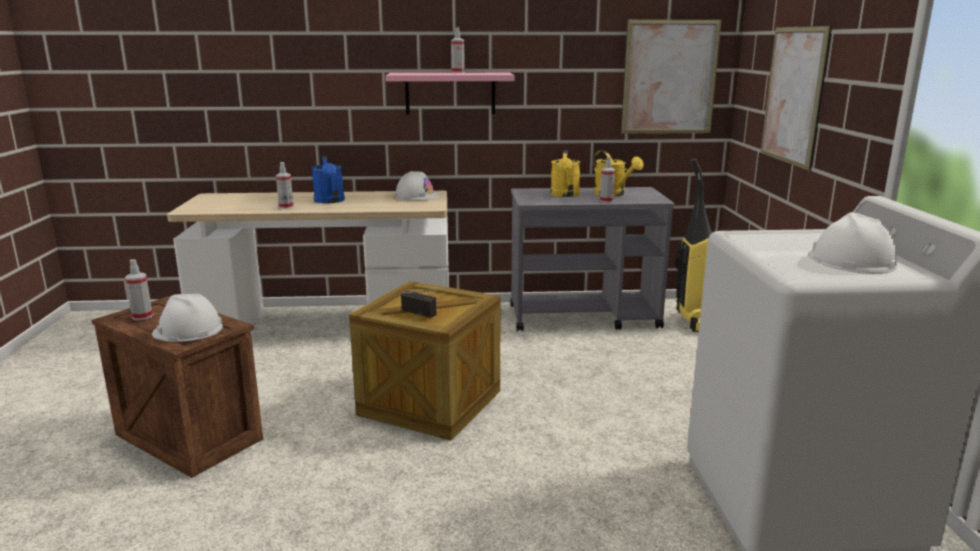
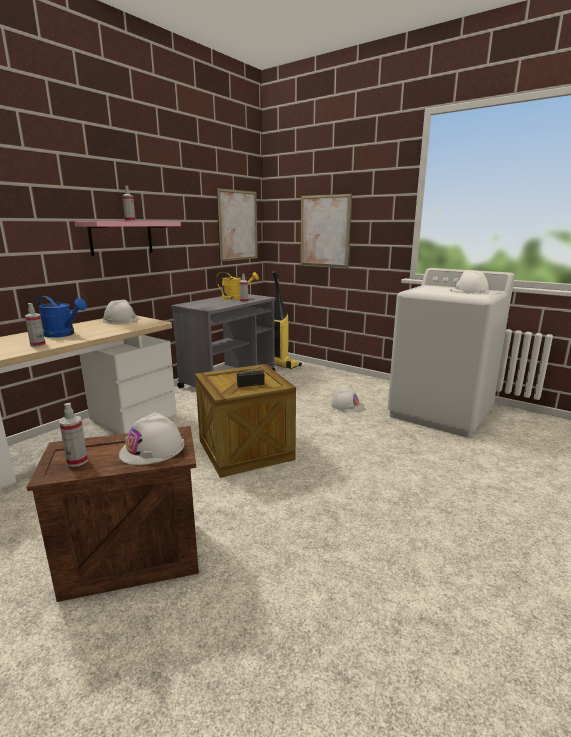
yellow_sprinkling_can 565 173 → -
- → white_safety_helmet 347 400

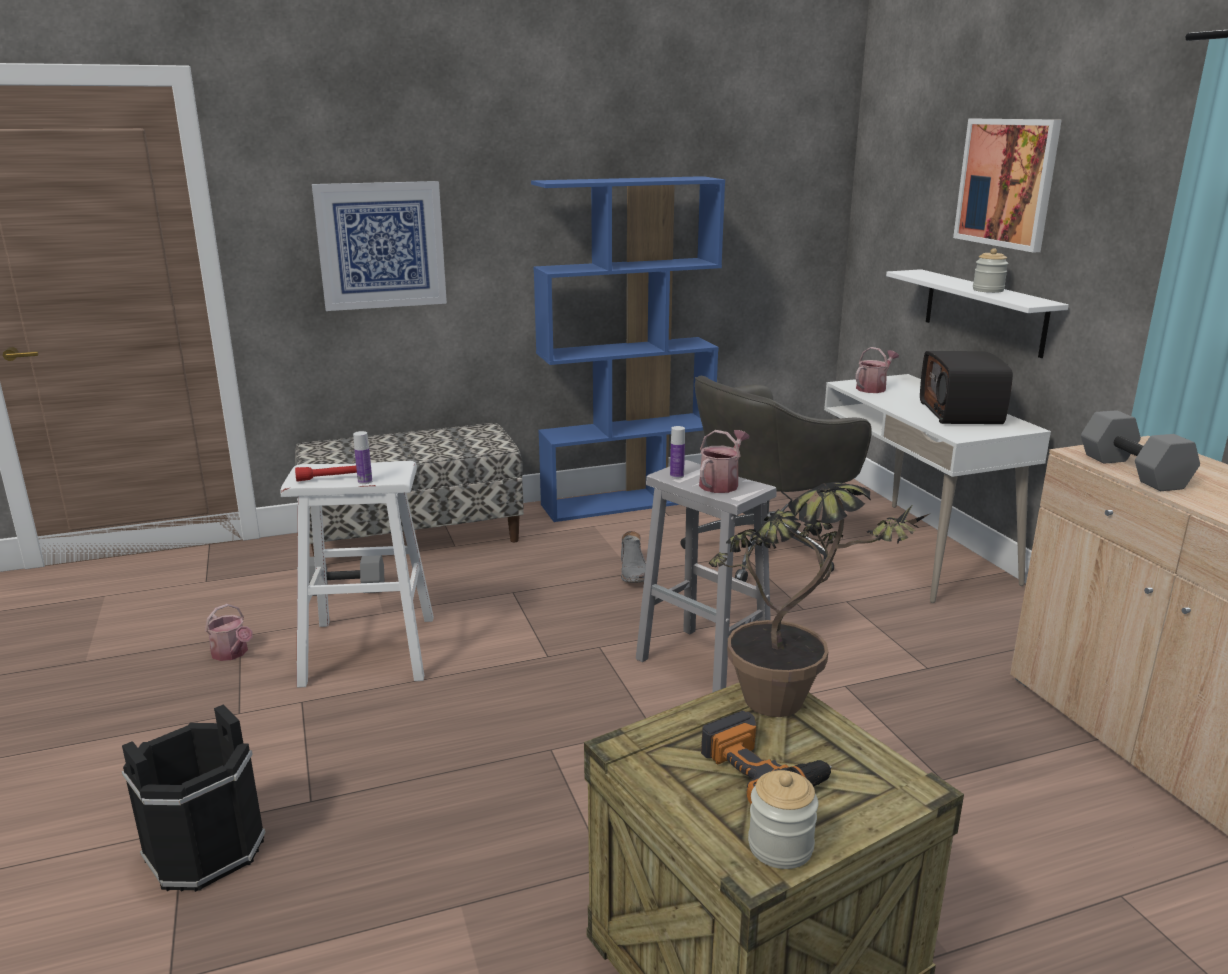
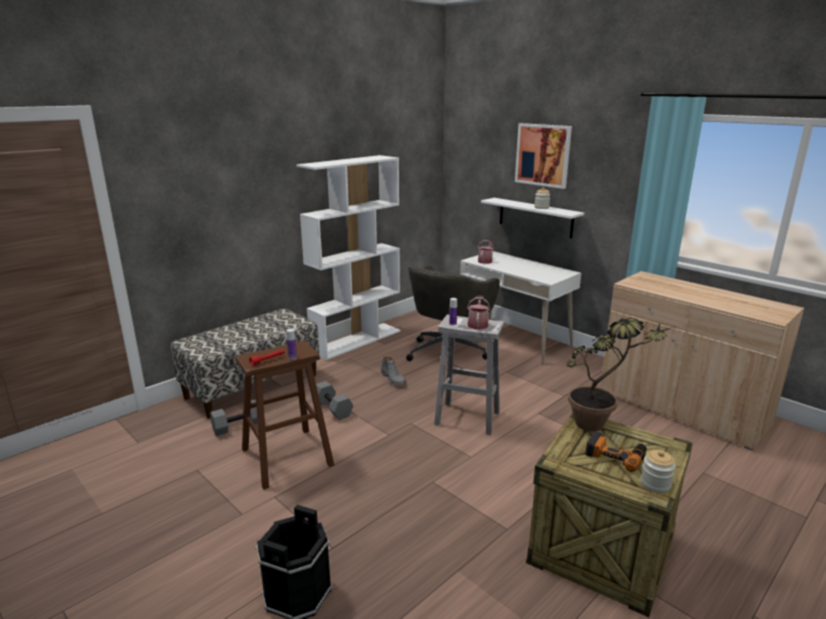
sprinkling_can 229 632 → -
white_stool_seat 357 574 → brown_stool_seat 284 415
wall_picture 379 246 → -
blue_bookcase 628 349 → white_bookcase 348 257
radio 966 387 → -
gray_dumbbell 1140 450 → gray_dumbbell 334 400, relocated

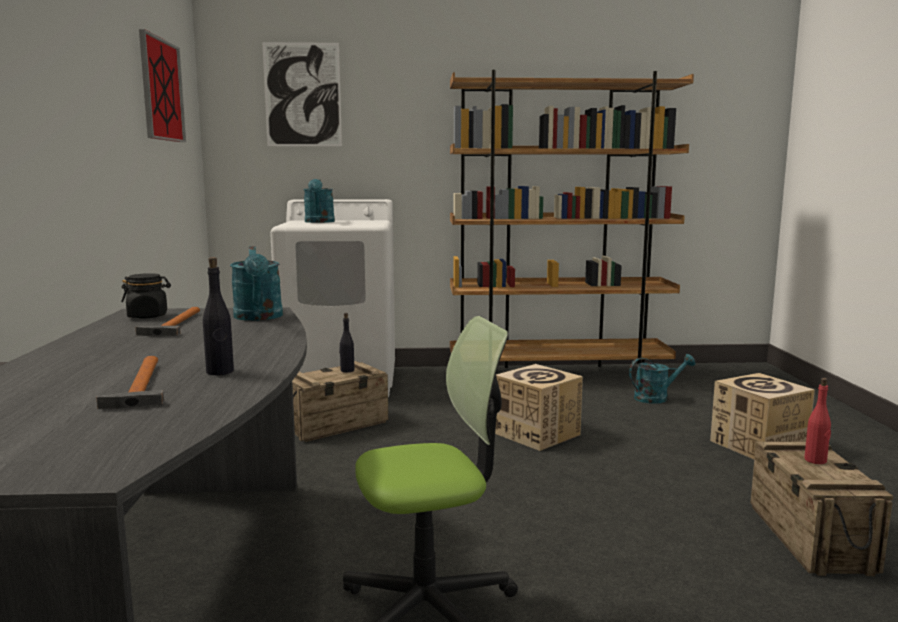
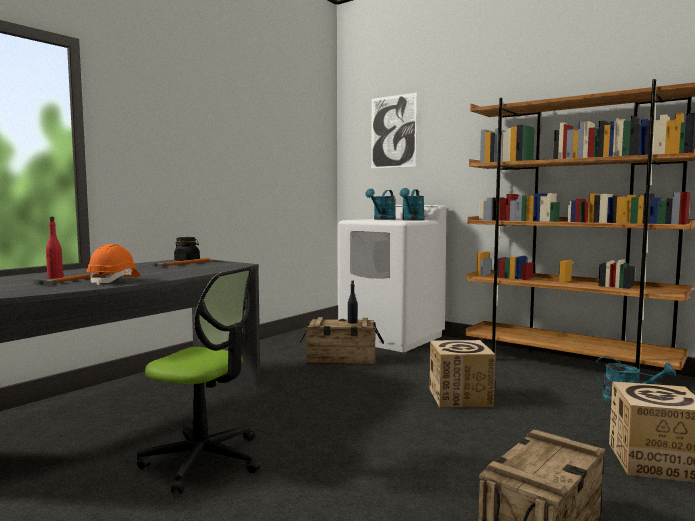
wall_picture 162 85 → -
black-coloured_bottle 218 316 → orangey_safety_helmet 113 264
turquoise_sprinkling_can 256 283 → turquoise_sprinkling_can 412 204, relocated
red_bottle 817 421 → red_bottle 54 247, relocated

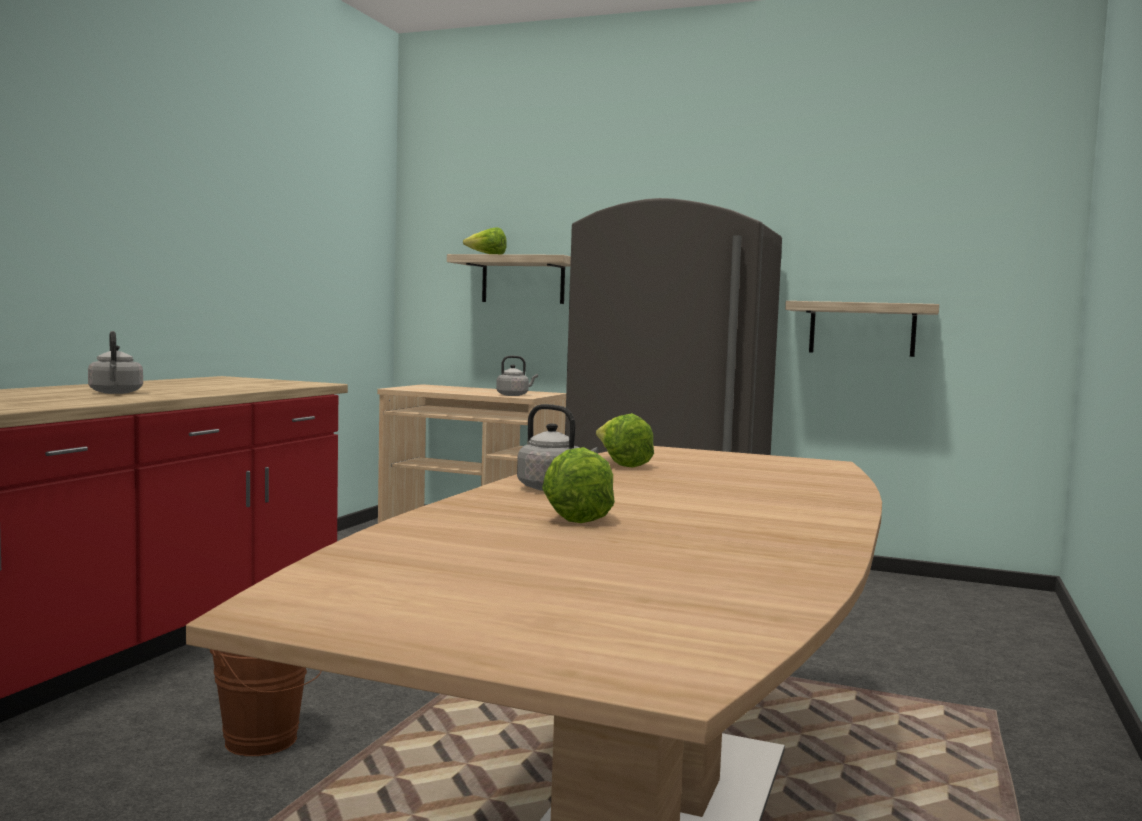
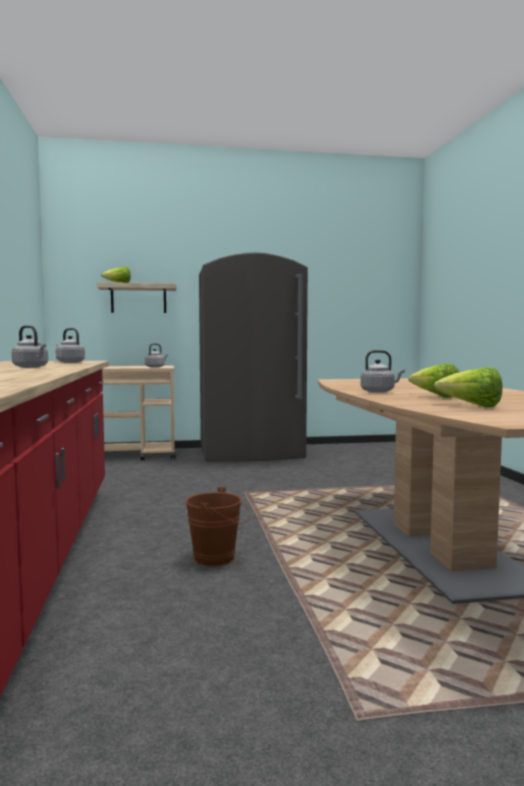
head_of_lettuce 625 440 → head_of_lettuce 468 387, relocated
wall_shelf 862 329 → -
- → gray_tea_kettle 70 345

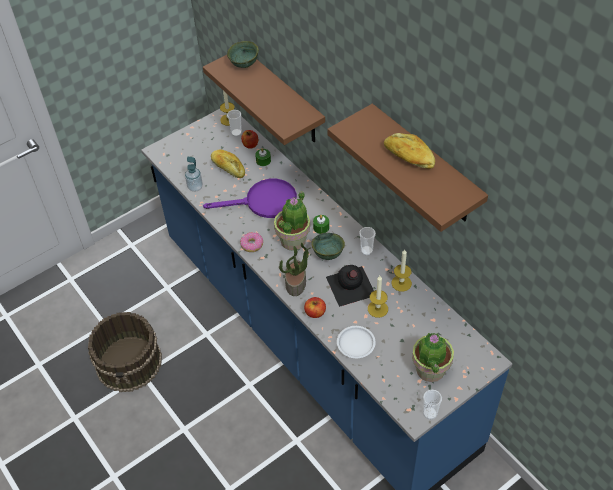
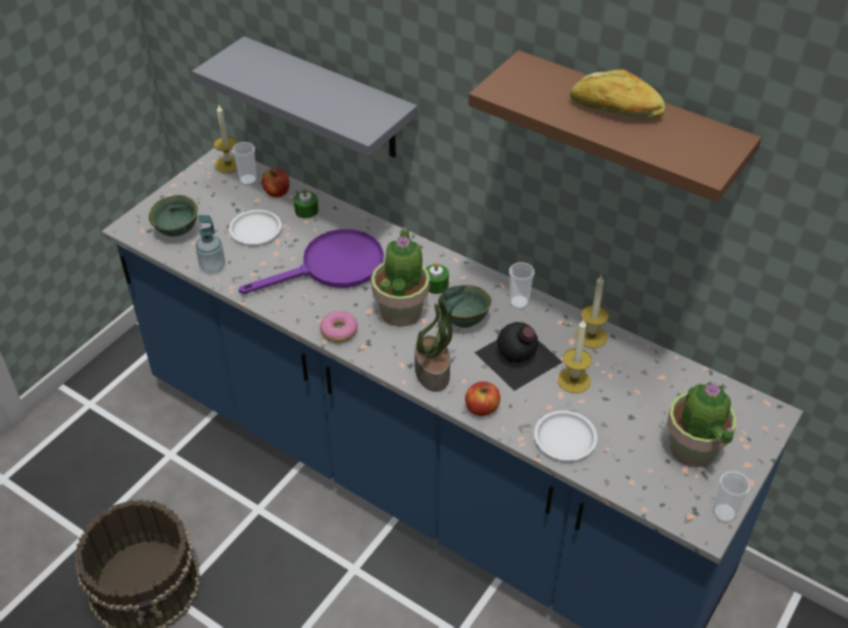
brown_wall_shelf 264 100 → gray_wall_shelf 304 97
bread 228 163 → white_plate 255 227
green_serving_bowl 243 54 → green_serving_bowl 173 215, relocated

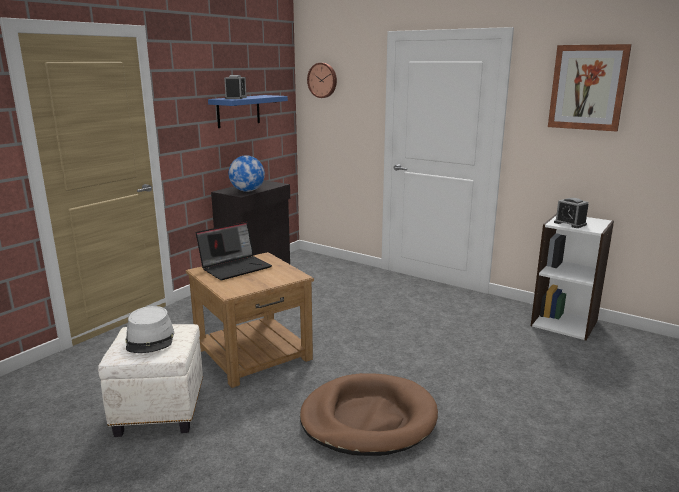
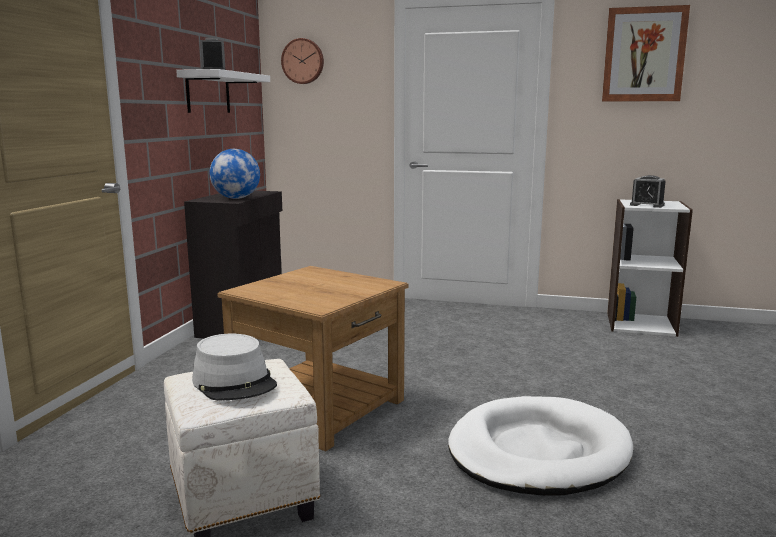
notebook_computer 234 251 → -
blue_wall_shelf 248 111 → white_wall_shelf 223 91
brown_dog_cushion 369 414 → white_dog_cushion 540 446

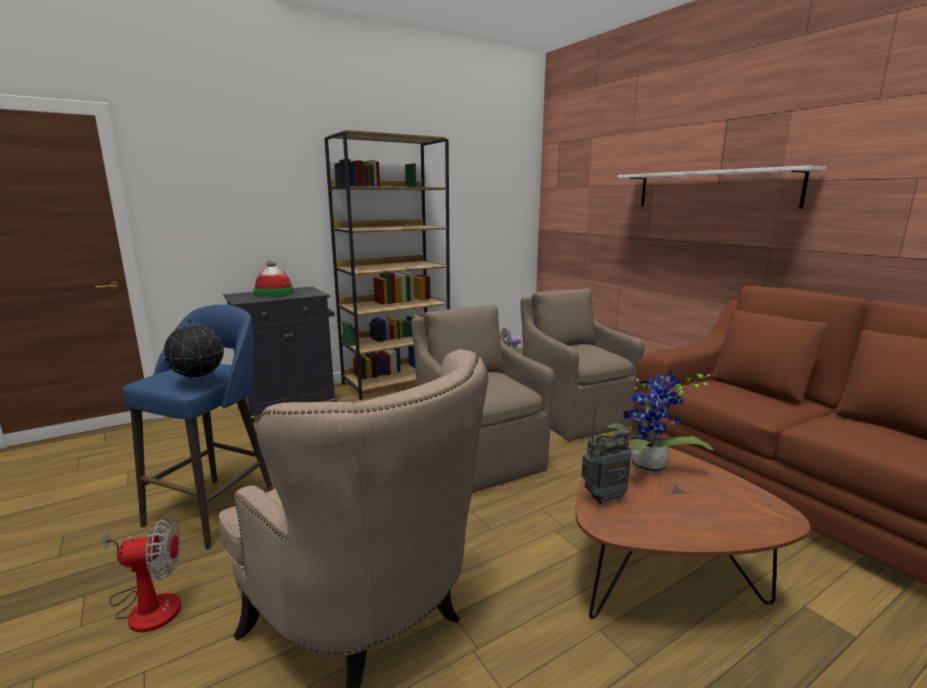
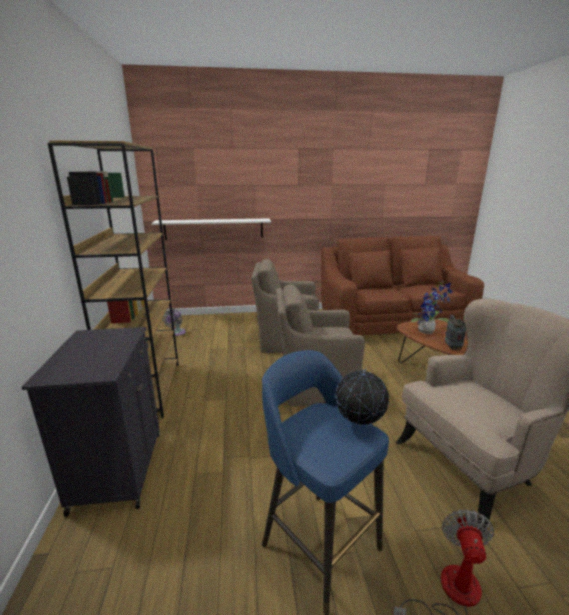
hat 273 279 → -
white_wall_shelf 722 187 → white_wall_shelf 211 229, relocated

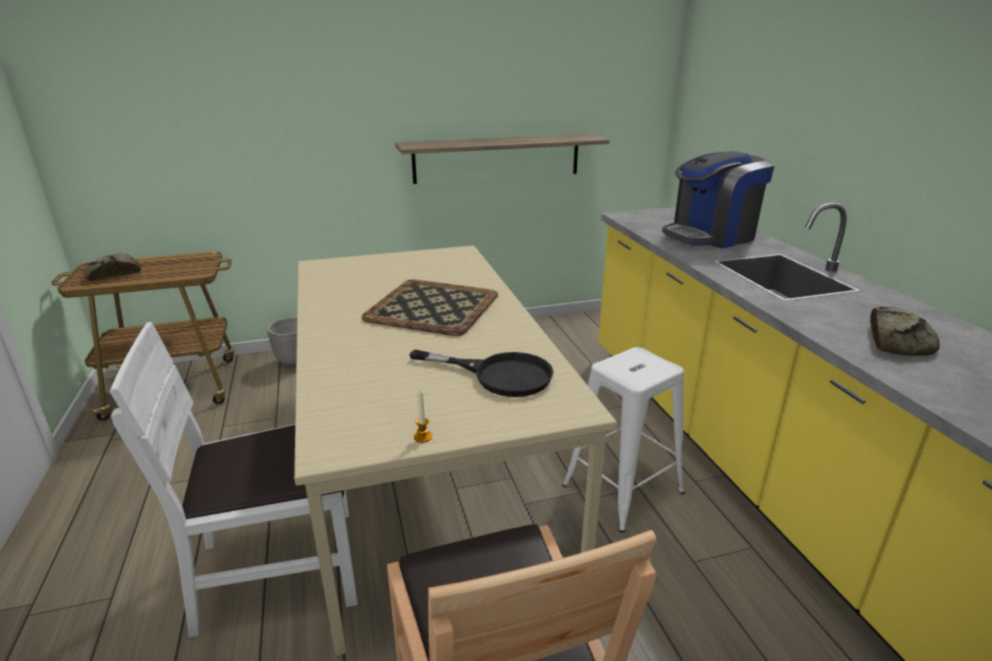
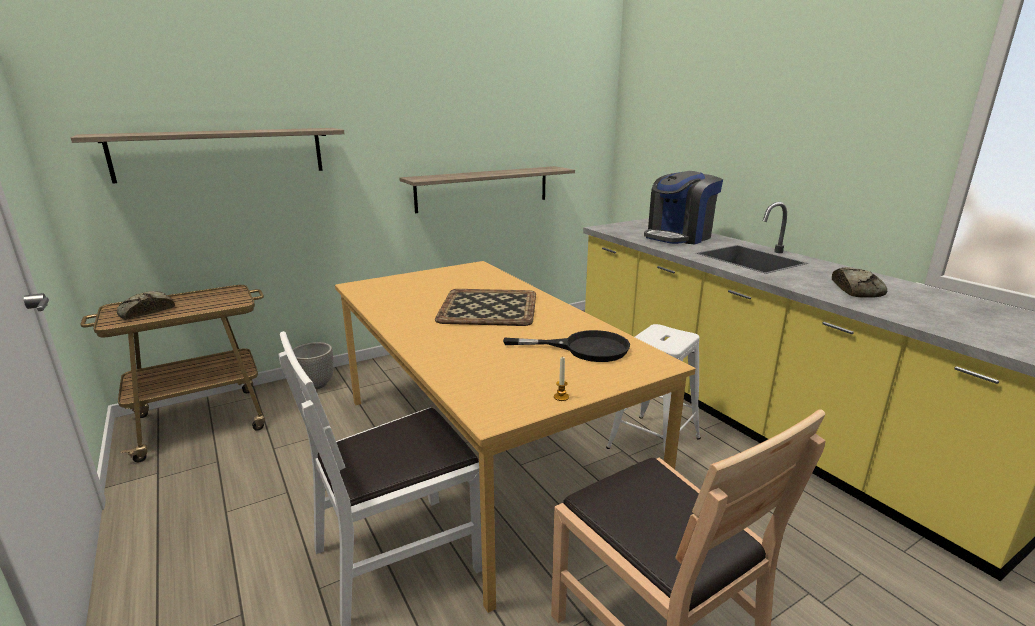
beige-coloured_dinner_table 455 450 → orangey_dinner_table 515 437
- → wall_shelf 207 156

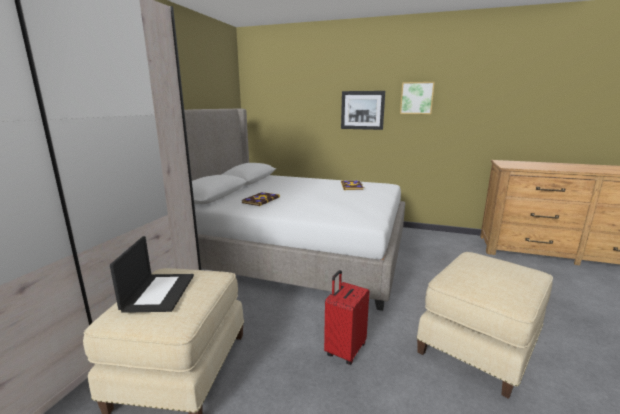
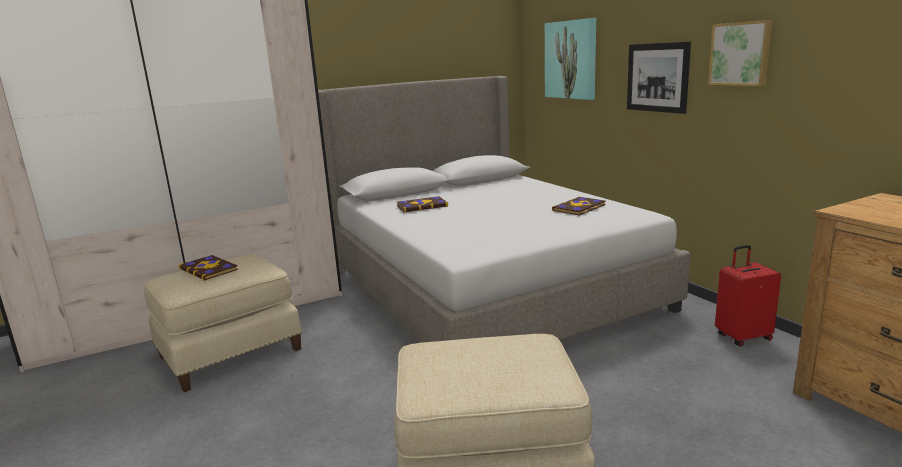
notebook_computer 152 274 → book 208 268
red_travel_case 346 317 → red_travel_case 748 295, relocated
- → wall_picture 570 59

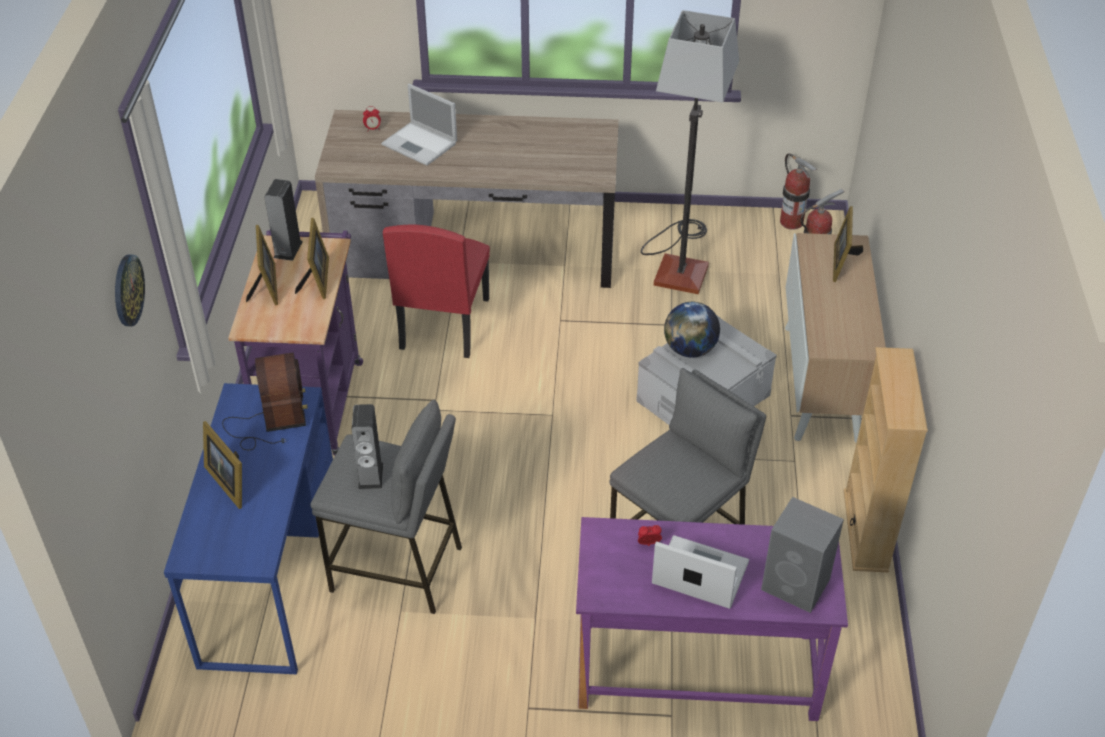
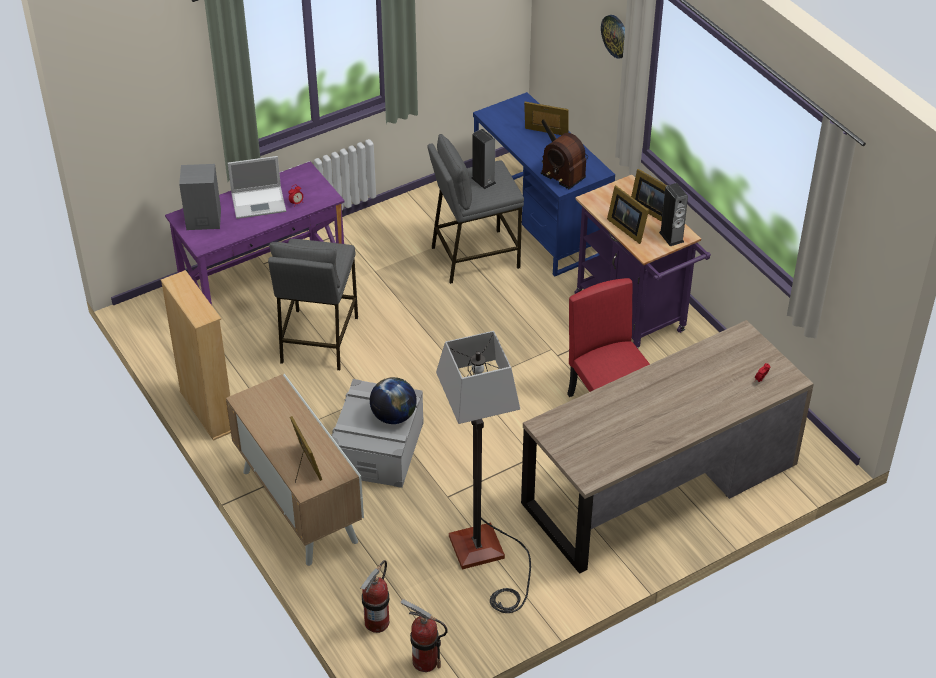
notebook_computer 419 125 → -

